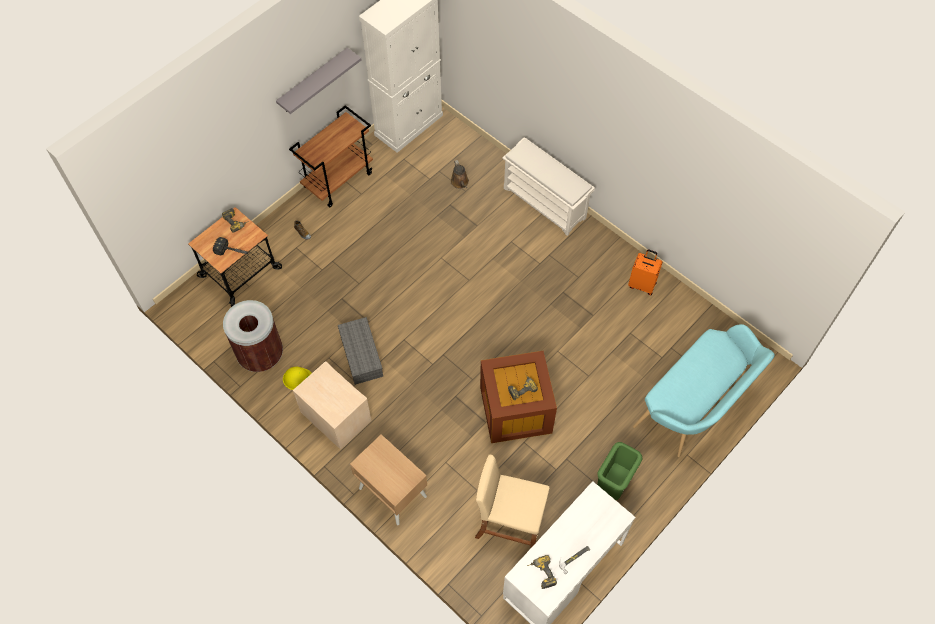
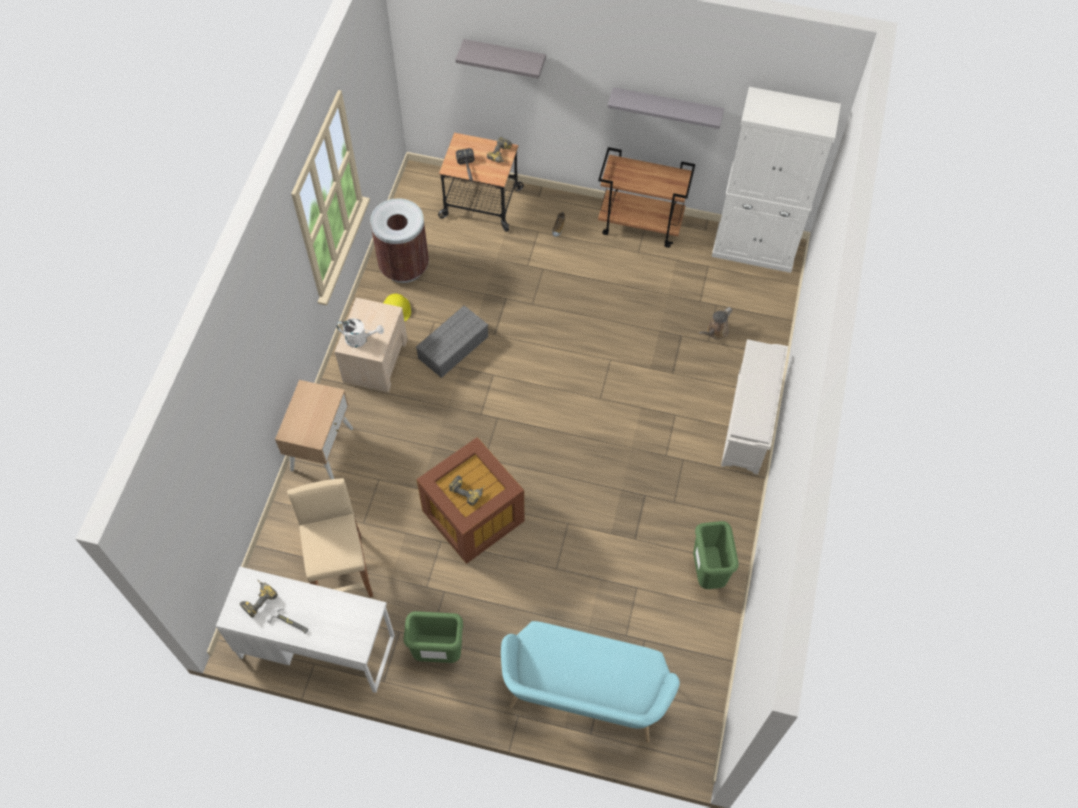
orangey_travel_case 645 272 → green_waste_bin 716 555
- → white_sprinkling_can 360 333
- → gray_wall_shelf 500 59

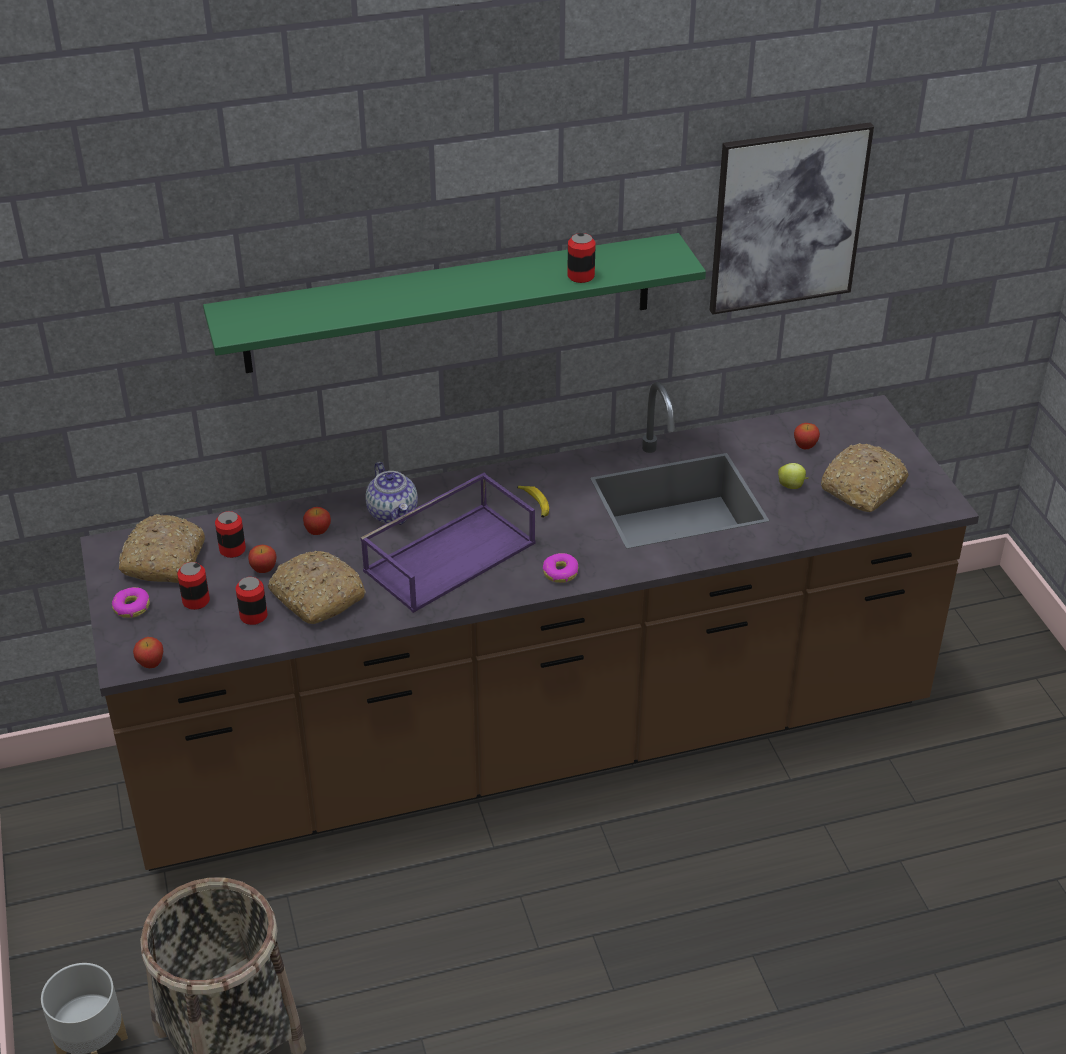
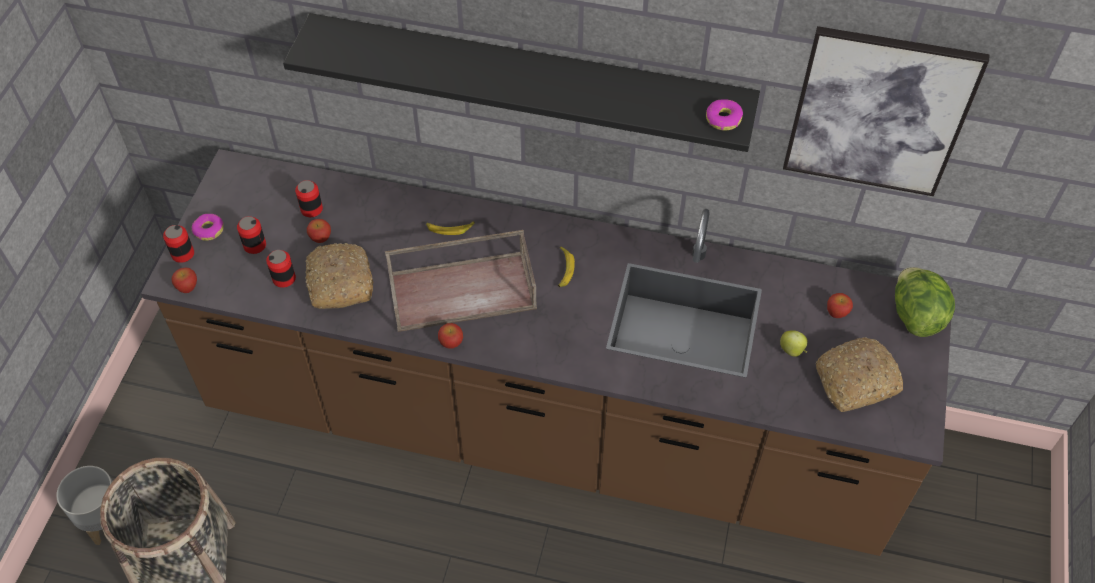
bread 162 548 → -
green_wall_shelf 454 303 → black-coloured_wall_shelf 521 82
whole_apple 317 521 → whole_apple 450 336, relocated
purple_carrying_tray 448 543 → brown_carrying_tray 461 281
pot_for_tea 391 493 → banana 450 228
ring_doughnut 560 568 → ring_doughnut 724 115, relocated
sealed_can 581 258 → sealed_can 178 244, relocated
- → head_of_lettuce 925 302

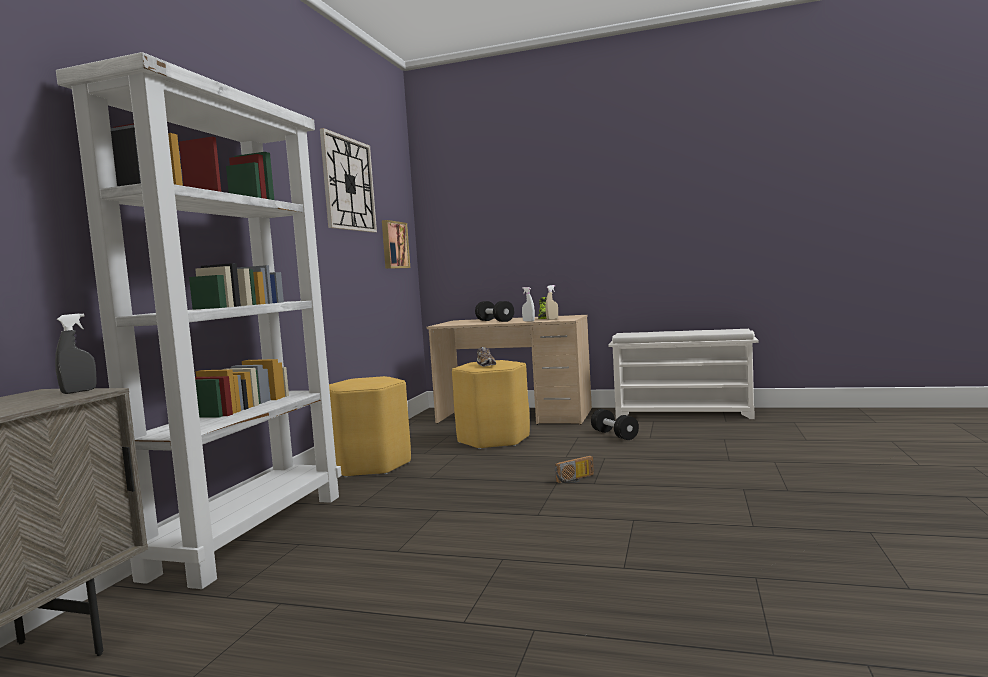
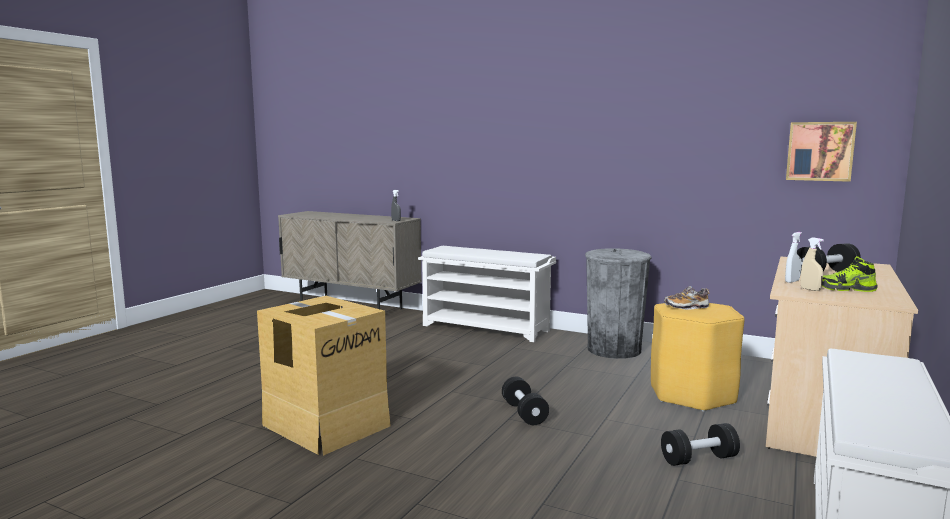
white_bookcase 199 320 → white_shoe_rack 487 294
clock_on_the_wall 348 180 → -
yellow_stool_seat 370 426 → gray_waste_bin 618 303
radio 574 470 → black-coloured_dumbbell 525 401
- → packing_box 324 376

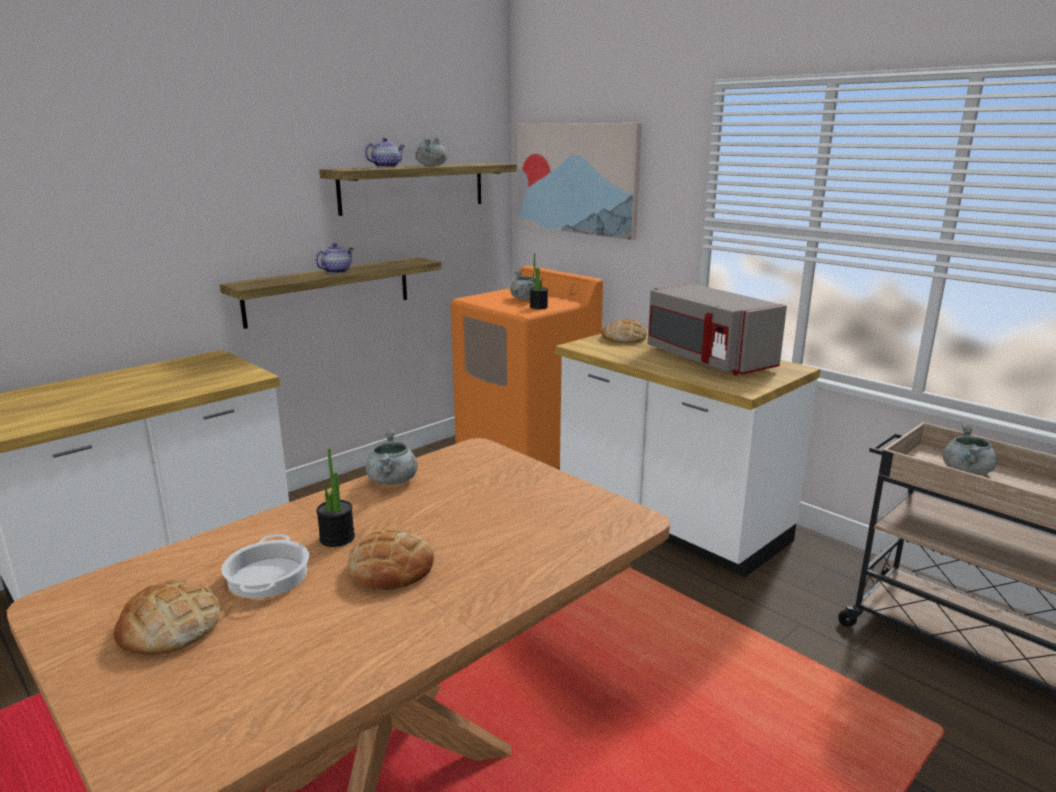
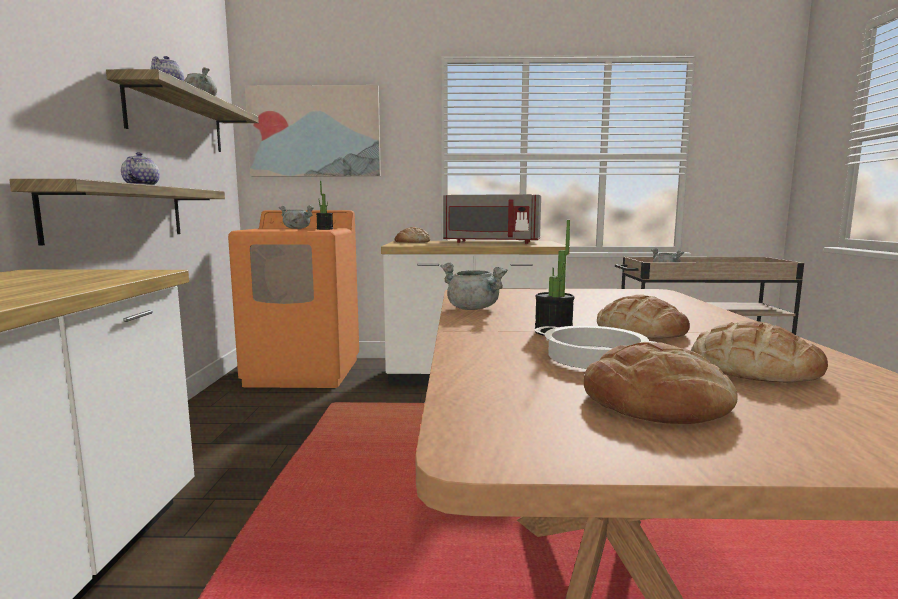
- → bread 759 351

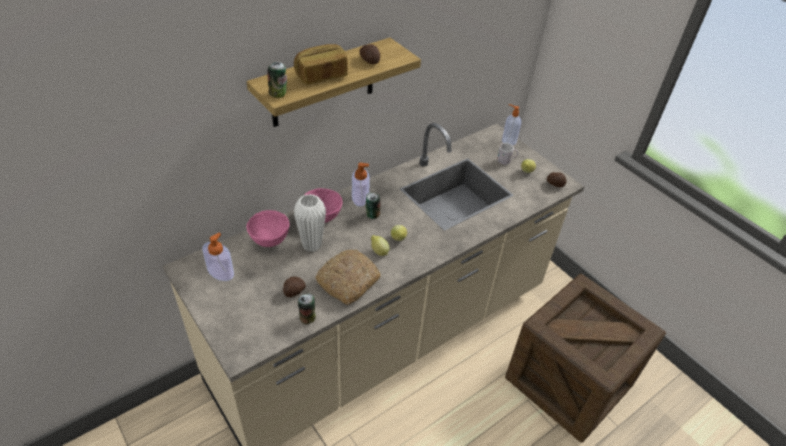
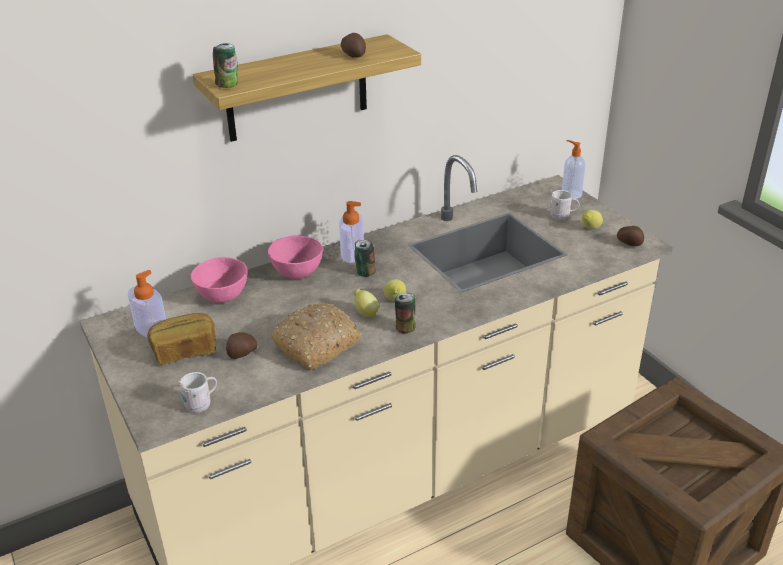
bread 321 64 → bread 181 339, relocated
white_flower_vase 310 223 → -
sealed_can 307 309 → sealed_can 405 313, relocated
- → white_mug 197 392

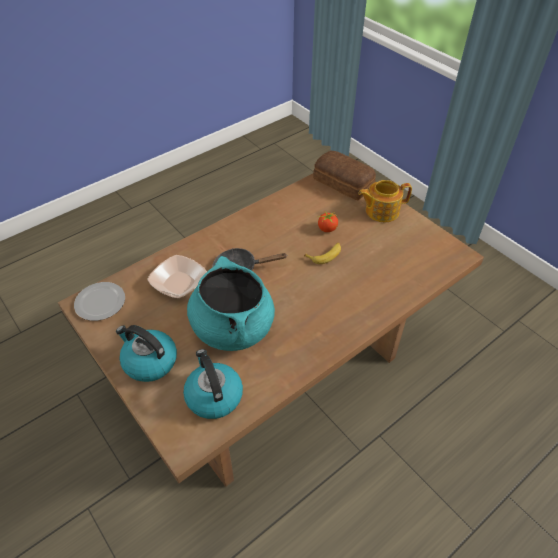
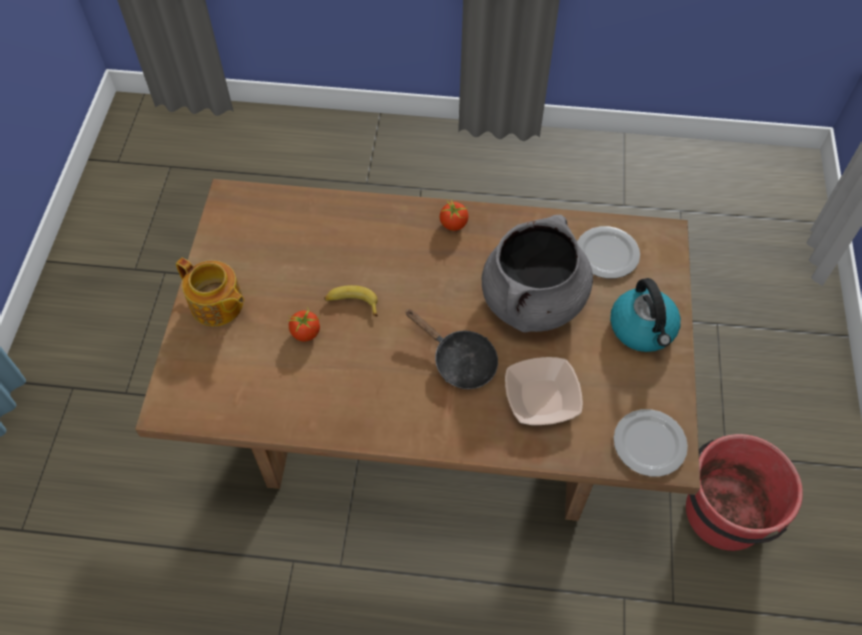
tea_kettle 213 384 → plate 608 252
turquoise_saucepot 231 303 → gray_saucepot 537 274
bread 344 175 → -
- → whole_tomato 454 215
- → red_bucket 744 492

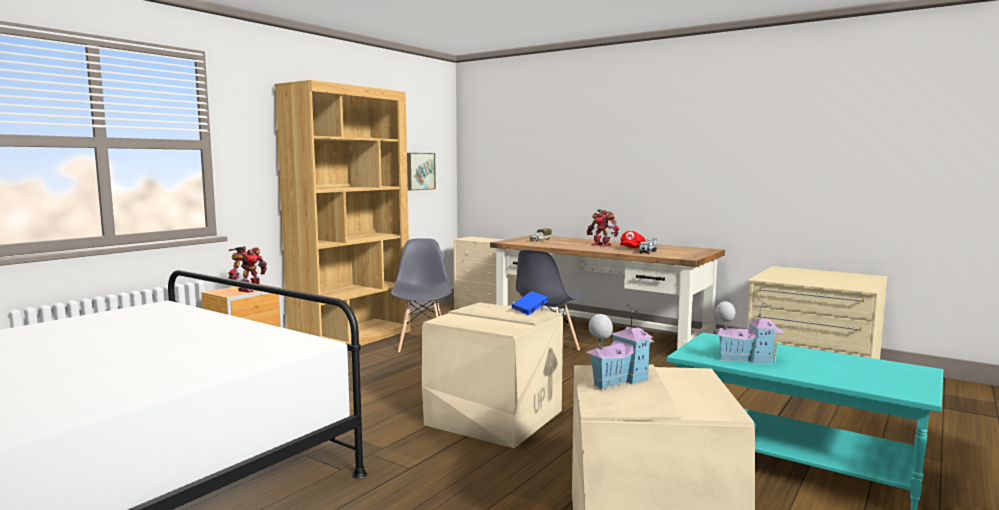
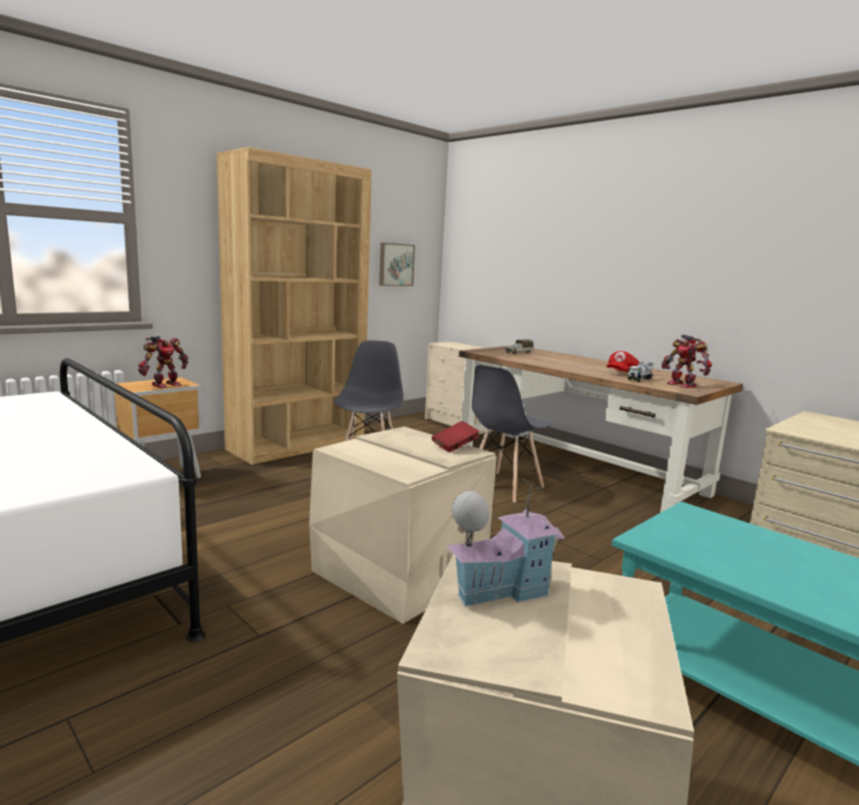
blue_book 530 303 → red_book 456 437
toy_robot 602 228 → toy_robot 687 361, relocated
miniature_house 749 331 → -

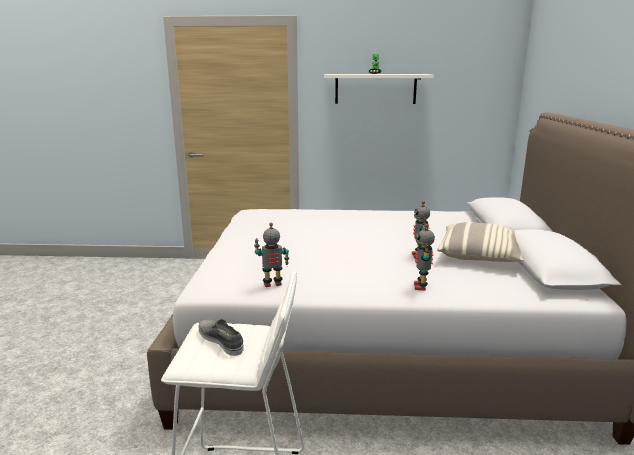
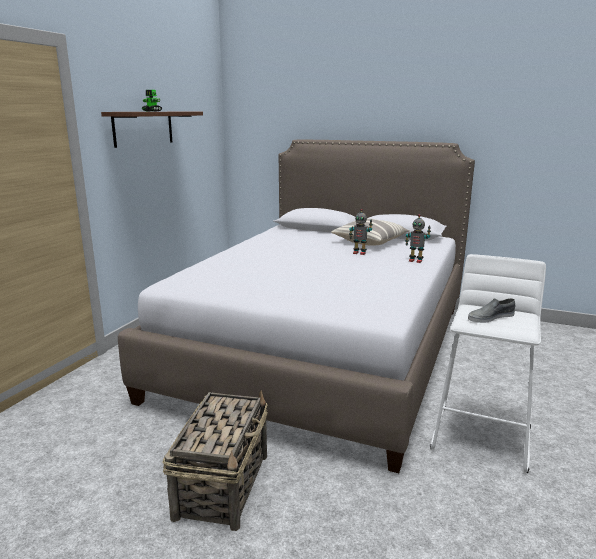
toy_robot 271 255 → -
white_wall_shelf 379 89 → brown_wall_shelf 152 130
- → basket 215 461

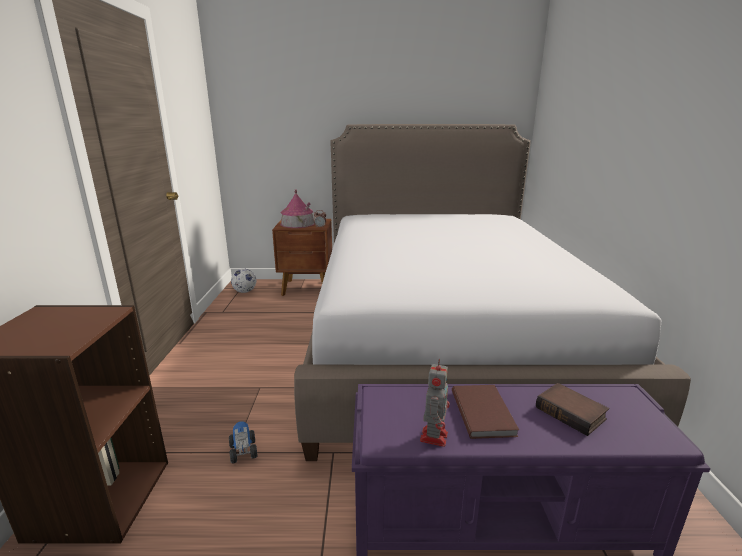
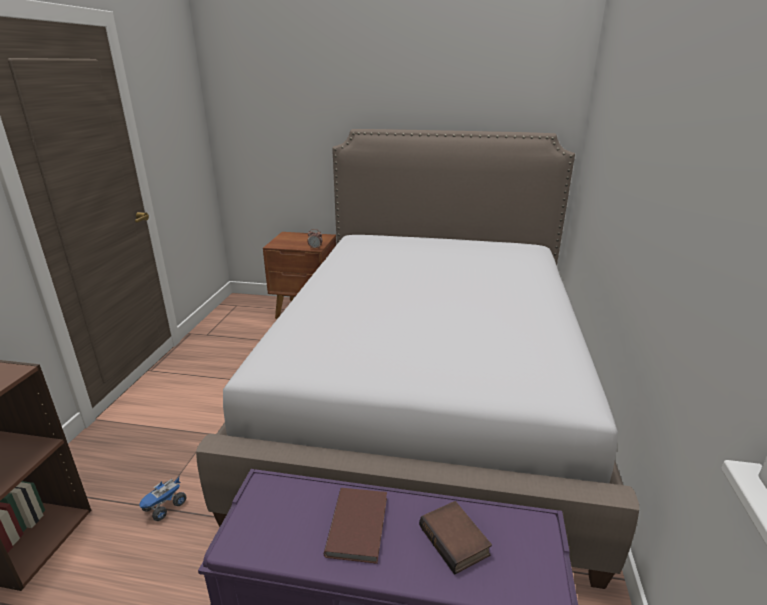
toy_lorry 243 442 → toy_lorry 162 499, 135 degrees counterclockwise
football 243 281 → -
miniature_house 297 209 → -
toy_robot 435 403 → -

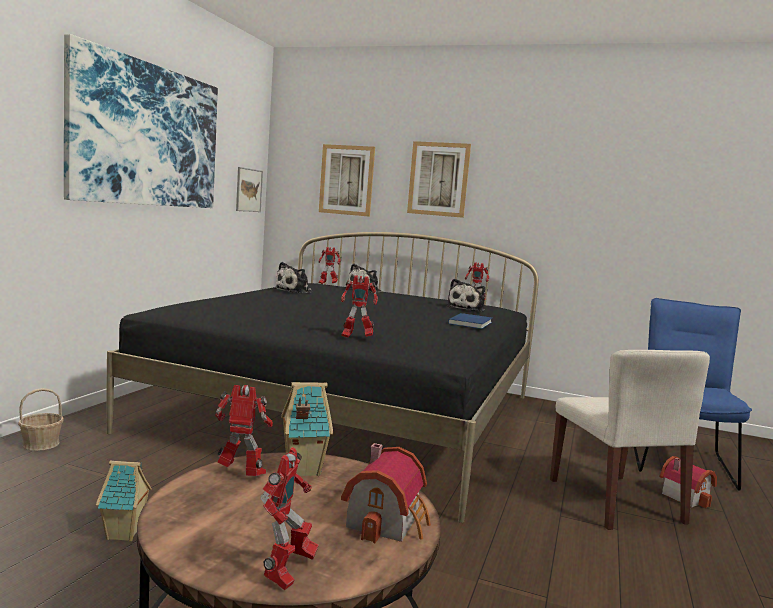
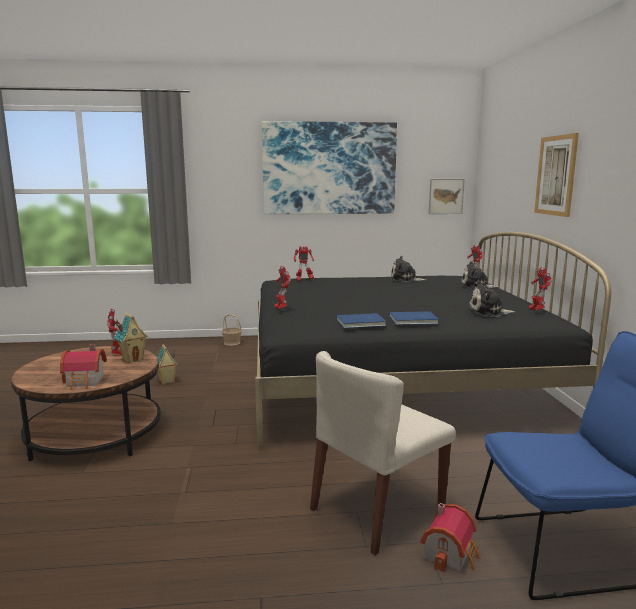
toy_robot 289 519 → toy_robot 304 263, relocated
wall_picture 347 180 → -
- → blue_book 361 320

